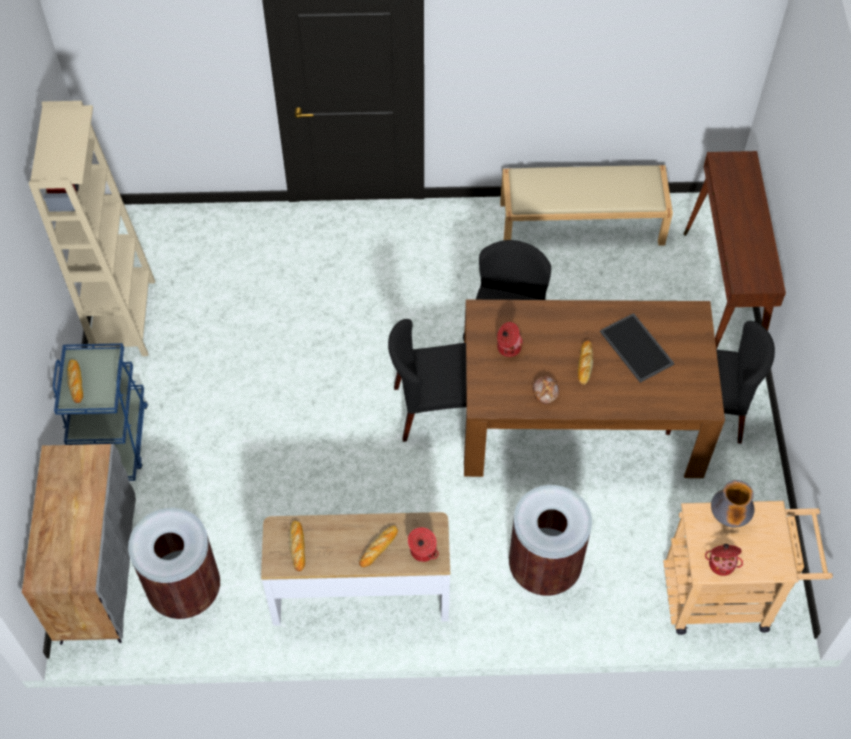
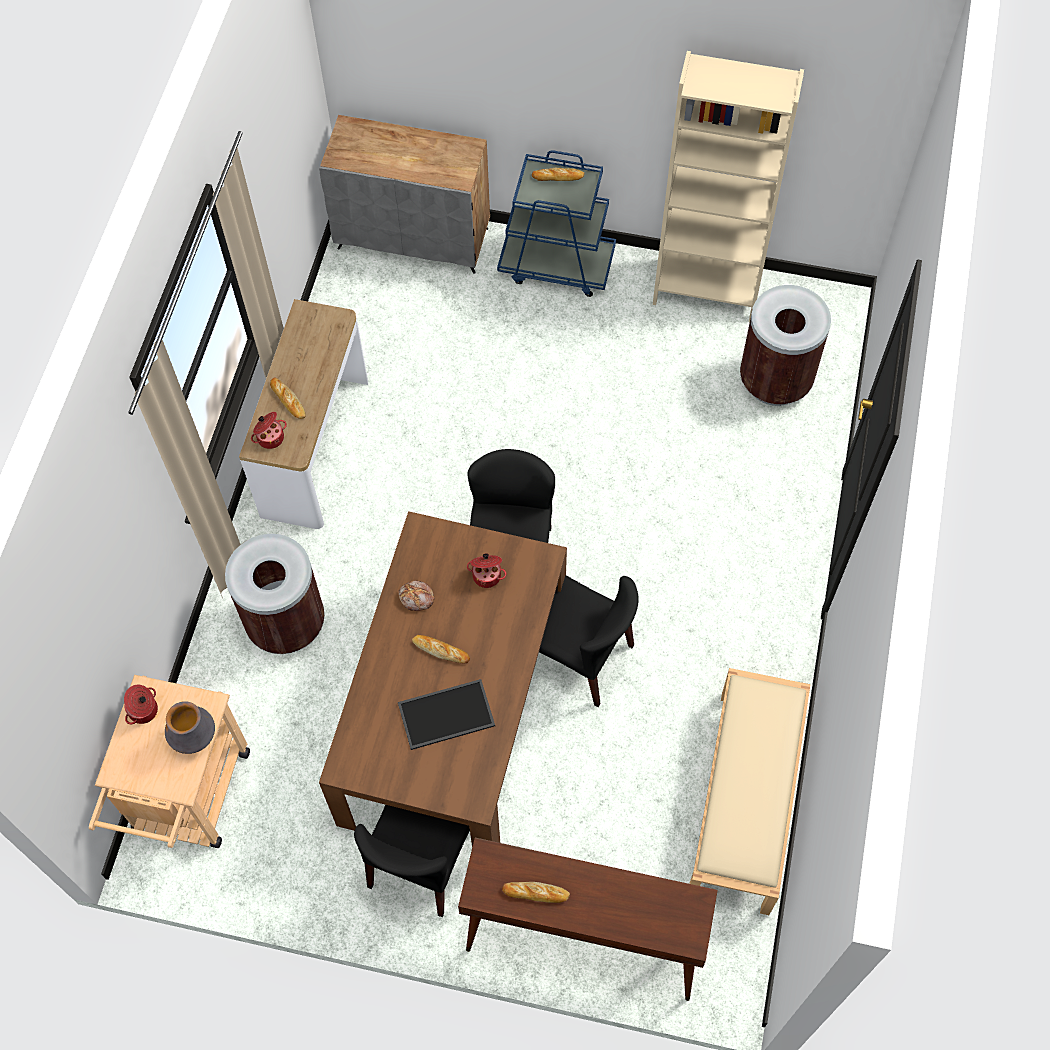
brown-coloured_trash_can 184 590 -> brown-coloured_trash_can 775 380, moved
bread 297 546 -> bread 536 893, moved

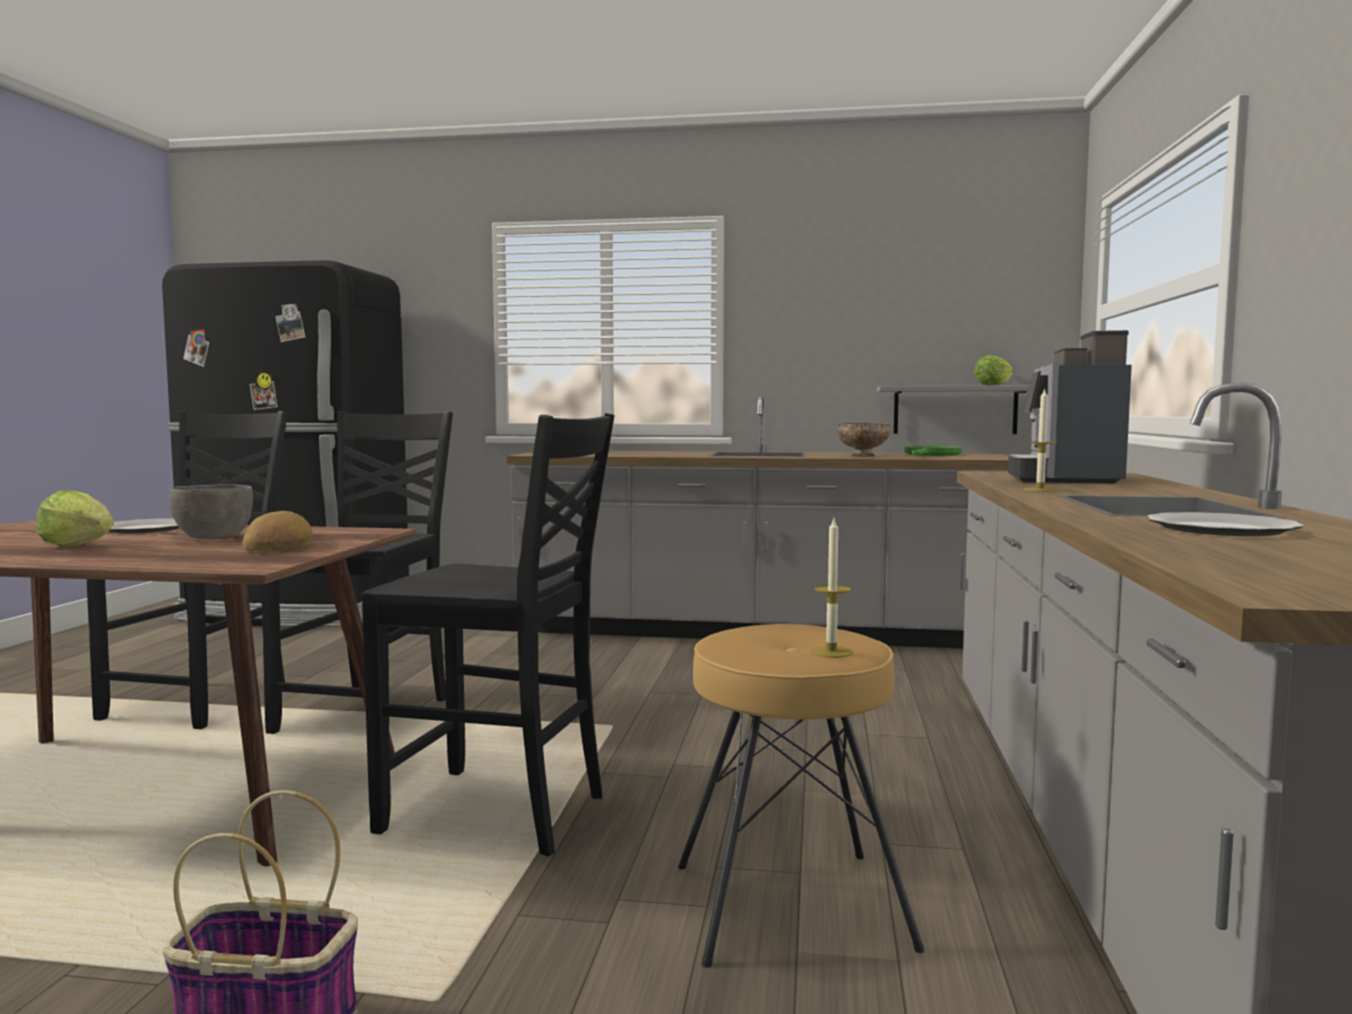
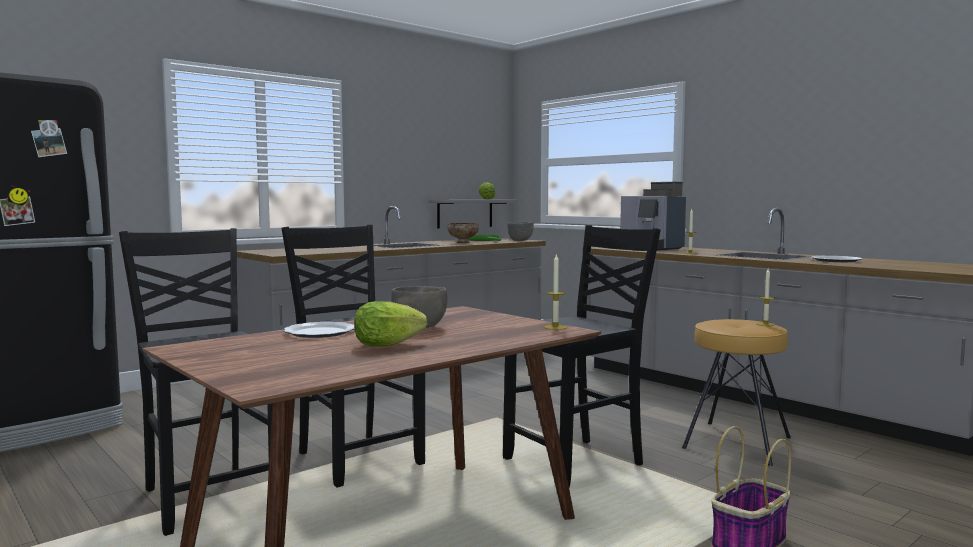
bread 278 546 -> none
none -> gray_bowl 520 240
none -> candle 555 327

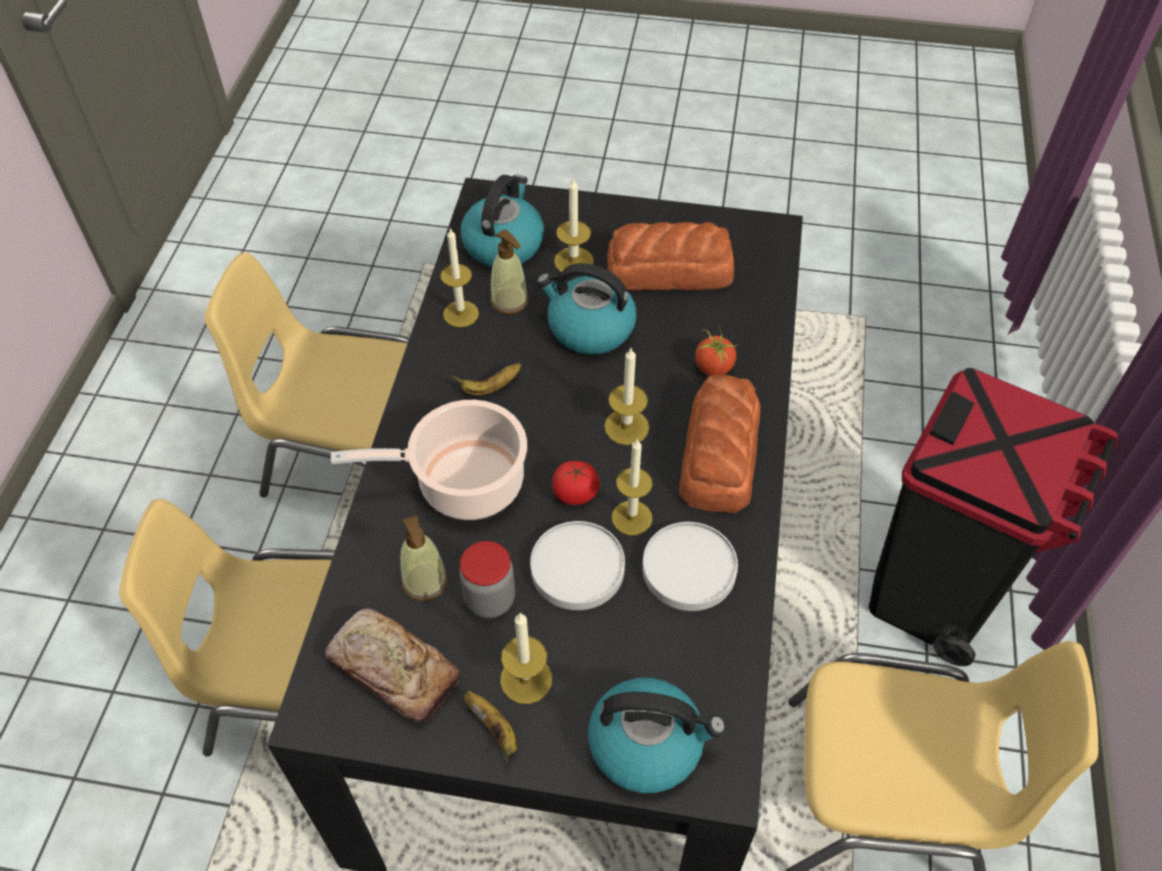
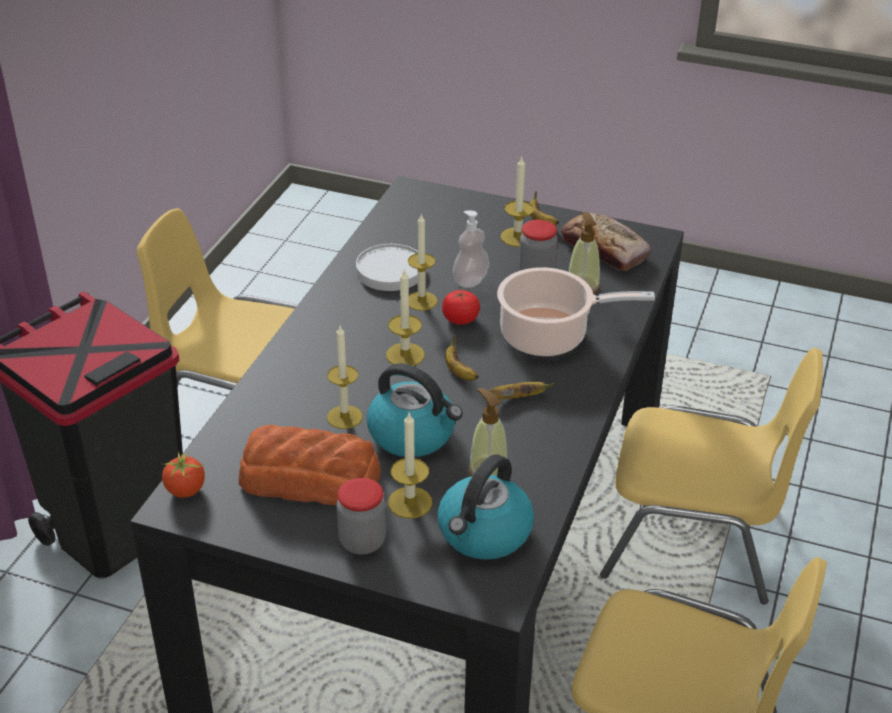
water_kettle 647 744 -> none
bread 719 454 -> none
none -> storage_jar 362 541
none -> banana_fruit 459 372
candle 461 314 -> candle 344 417, moved
tomato 713 367 -> tomato 186 490, moved
white-coloured_flat_dish 577 567 -> soap_bottle 470 281

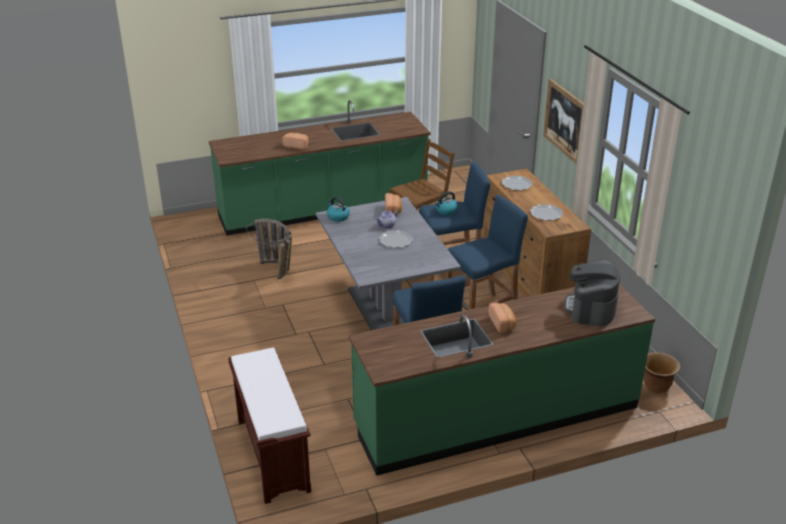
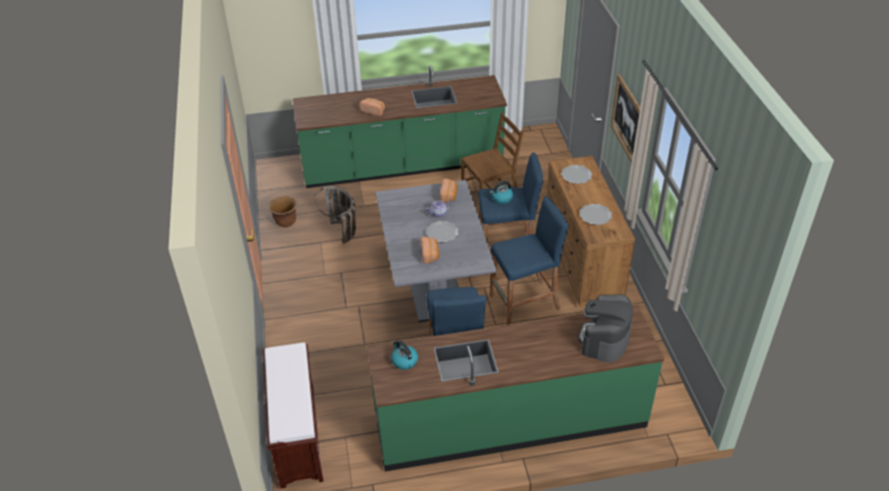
water_kettle 338 217 -> water_kettle 404 361, moved
bread 502 324 -> bread 430 255, moved
brown-coloured_planter 656 387 -> brown-coloured_planter 286 222, moved

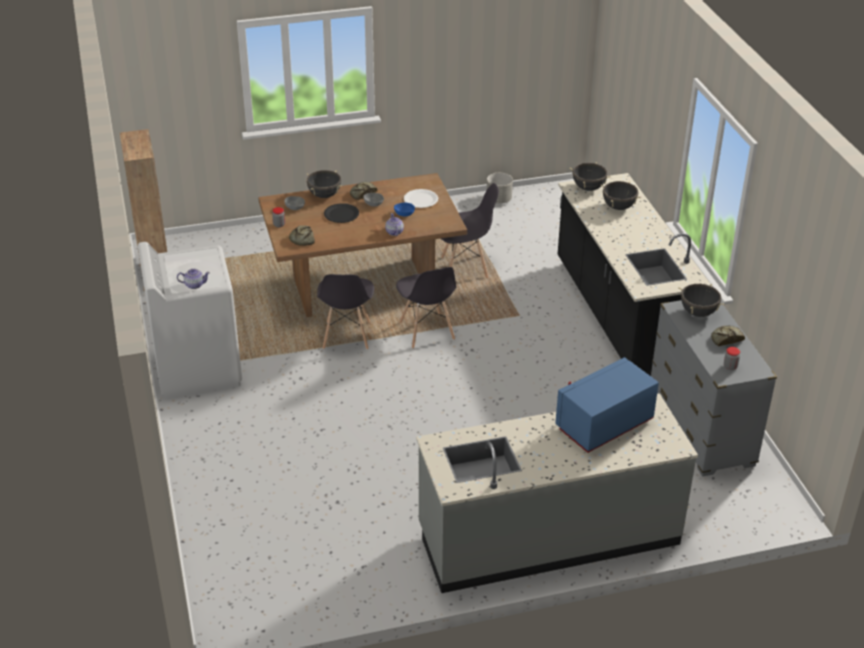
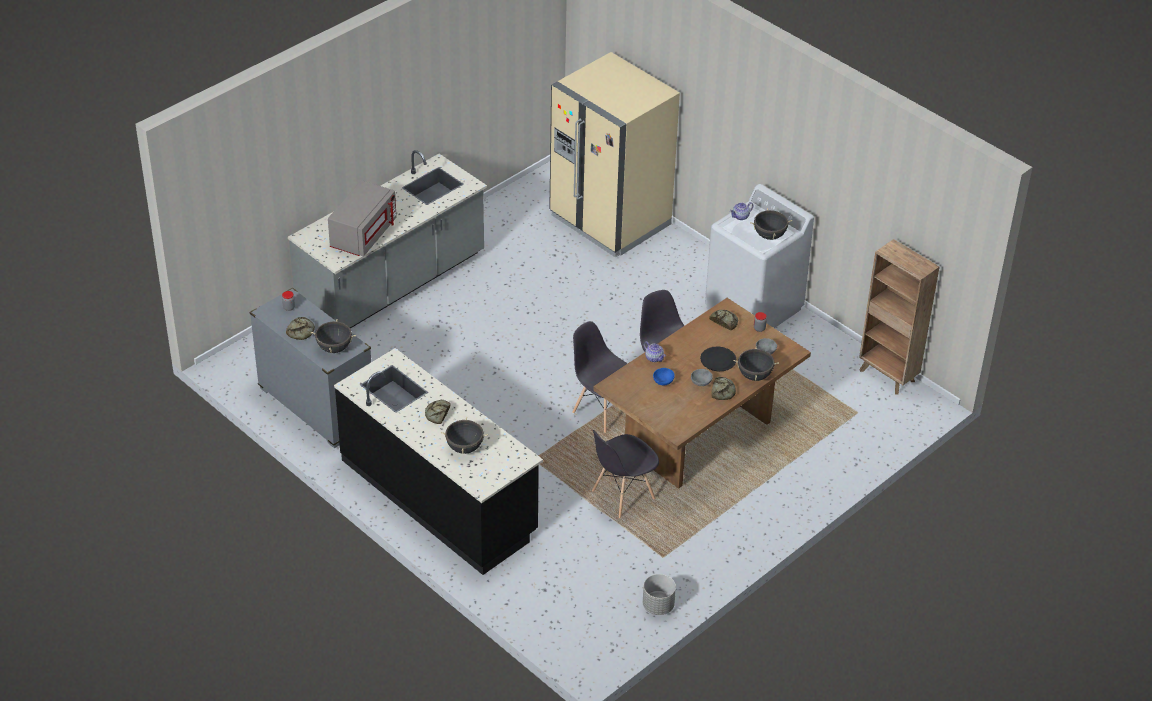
white-coloured_flat_dish 421 199 -> none
none -> bread 437 414
none -> sand-coloured_kitchen_fridge 610 220
black_saucepot 588 188 -> black_saucepot 769 235, moved
blue-coloured_microwave_oven 604 425 -> gray_microwave_oven 363 234

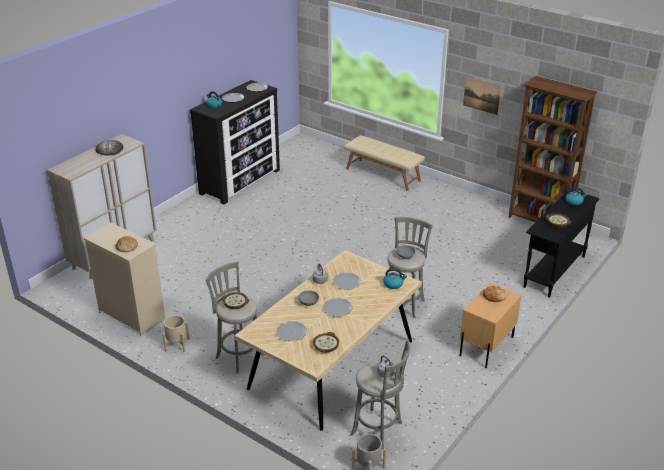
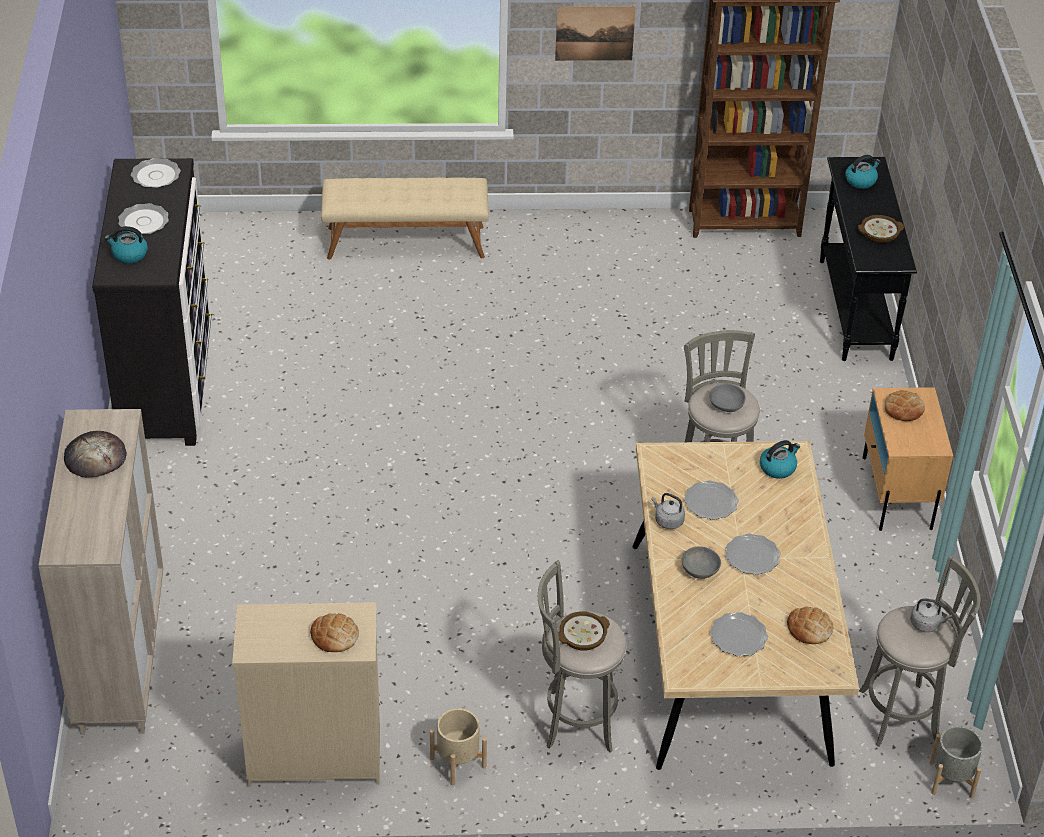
bowl 325 345 -> bread 809 629

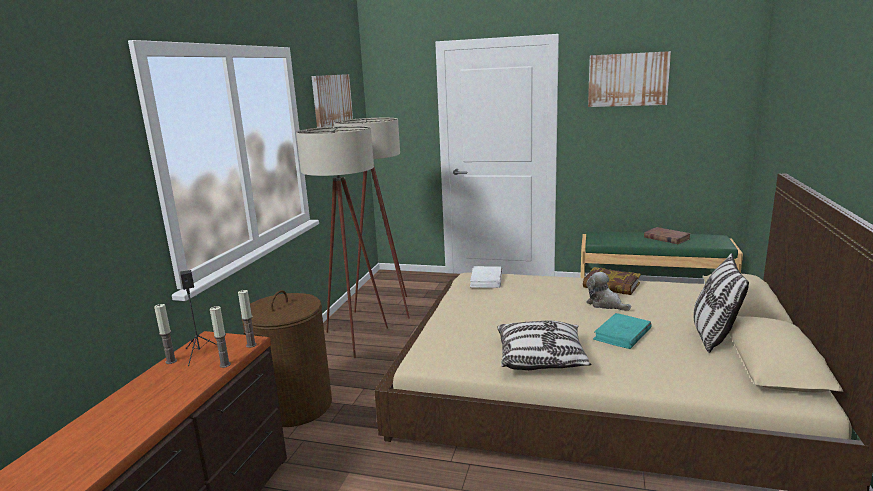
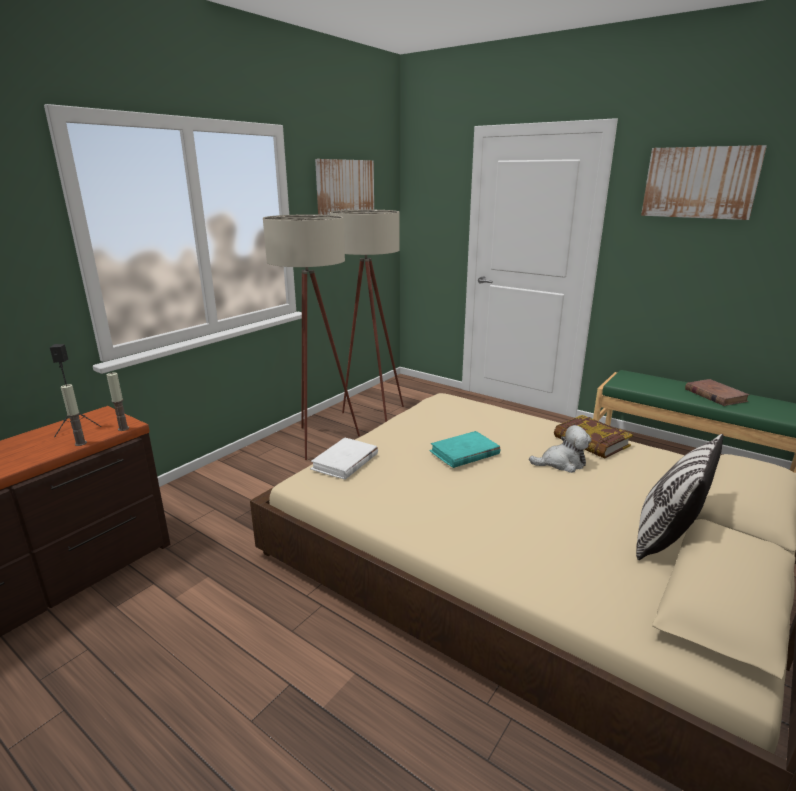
candle 171 361 -> none
brown-coloured_washing_basket 295 406 -> none
throw_pillow 541 359 -> none
white-coloured_book 486 280 -> white-coloured_book 345 462, moved
turquoise_book 622 334 -> turquoise_book 464 453, moved
cuddly_toy 605 304 -> cuddly_toy 561 463, 105 degrees clockwise

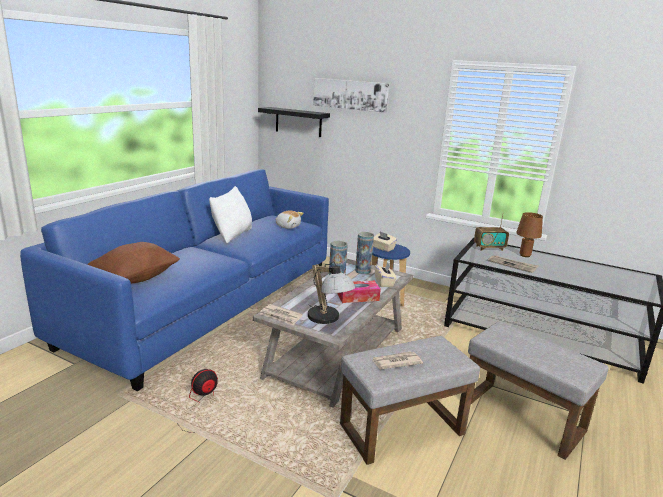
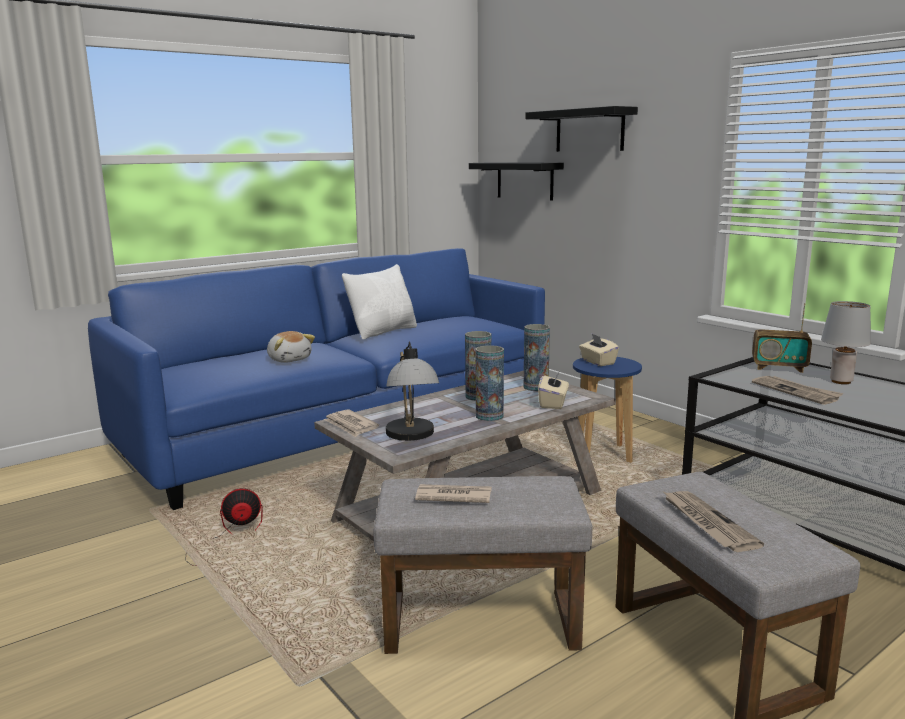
brown-coloured_throw_pillow 136 278 -> none
none -> newspaper 707 523
cuddly_toy 288 226 -> cuddly_toy 289 359, moved
wall_picture 350 94 -> black_shelf 589 130
tissue_holder 358 297 -> flower_vase 489 416
brown-coloured_tabletop_lamp 525 255 -> gray_tabletop_lamp 840 381

